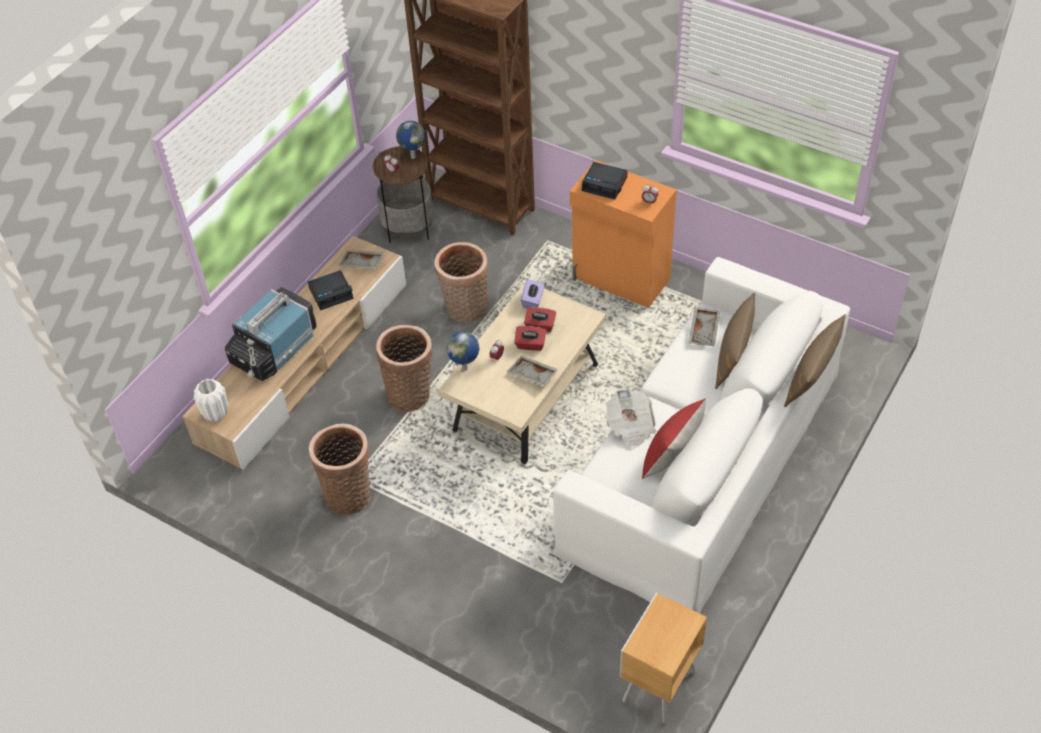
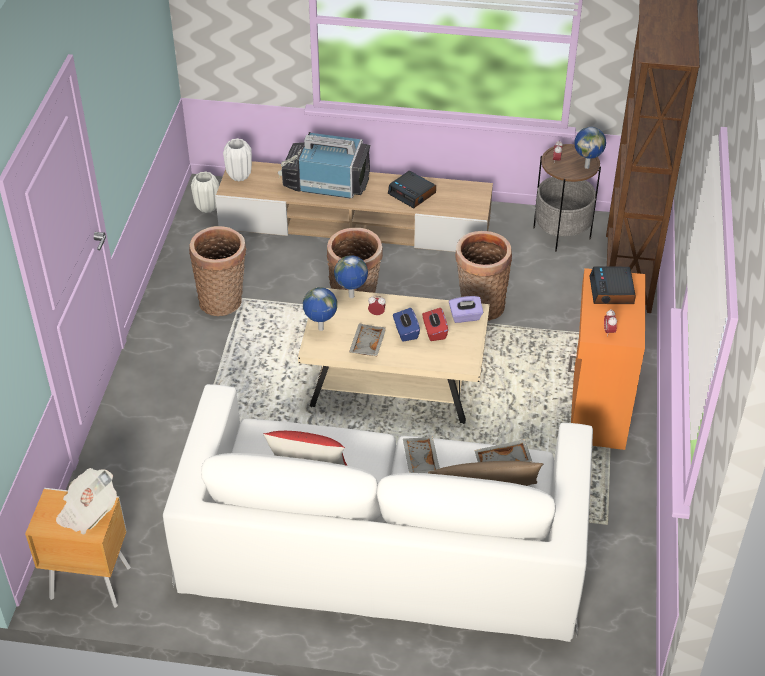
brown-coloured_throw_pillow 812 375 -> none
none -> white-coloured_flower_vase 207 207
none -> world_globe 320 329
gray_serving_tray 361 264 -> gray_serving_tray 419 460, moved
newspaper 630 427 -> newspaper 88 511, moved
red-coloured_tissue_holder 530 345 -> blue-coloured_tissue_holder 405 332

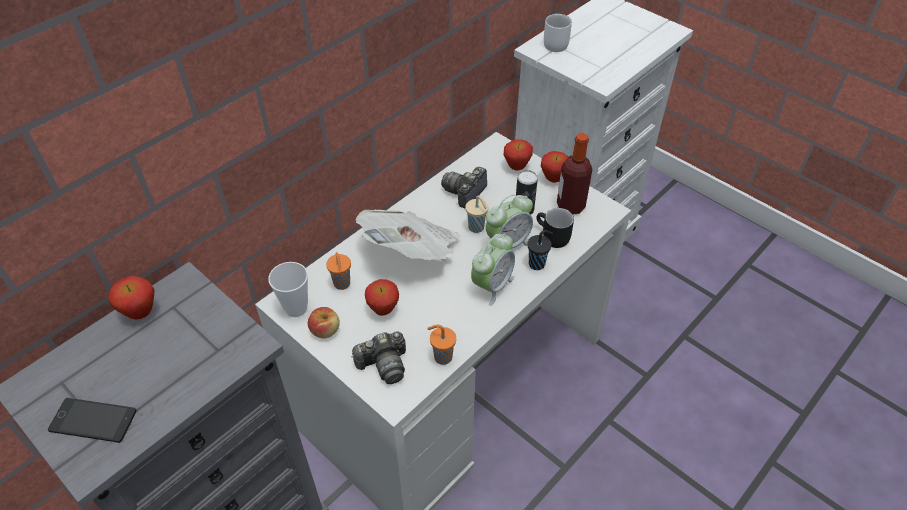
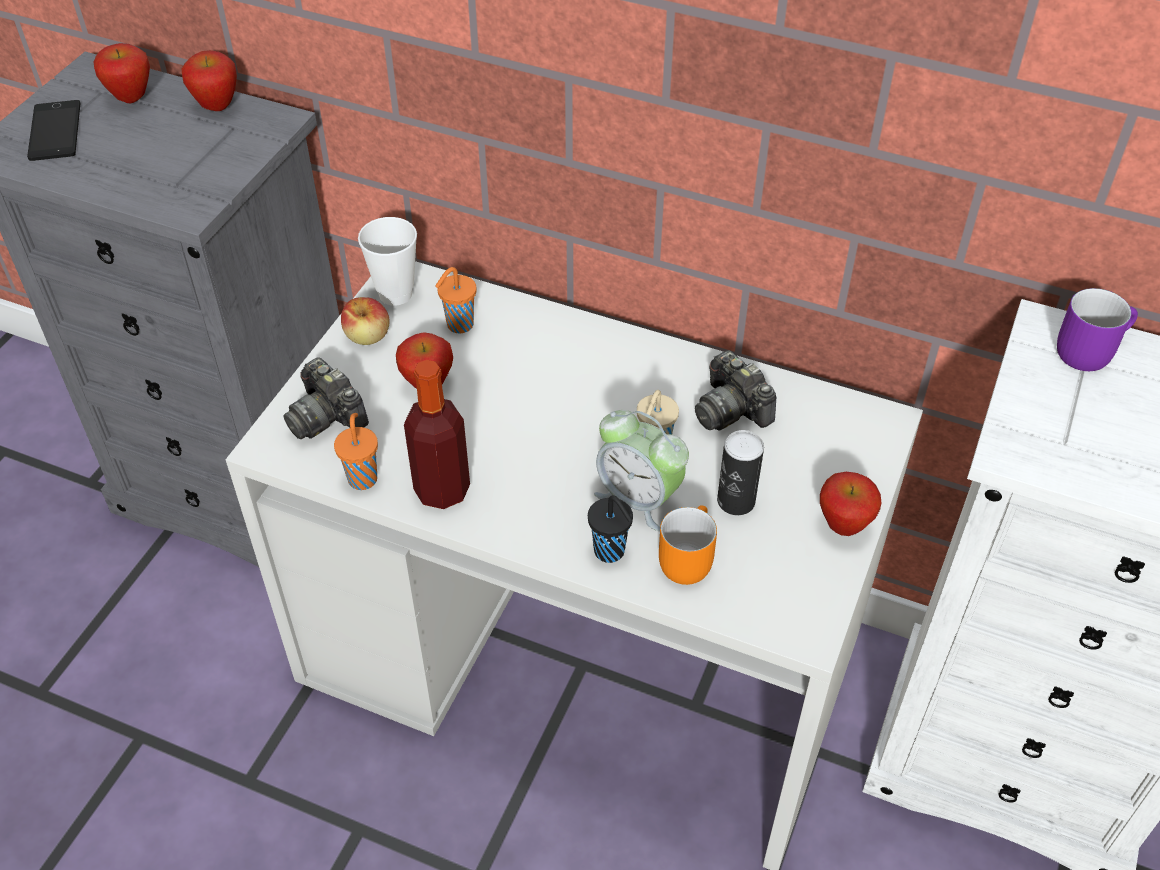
newspaper 412 251 -> none
table_clock 492 285 -> none
whole_apple 516 167 -> whole_apple 131 98, moved
bottle 570 206 -> bottle 442 490, moved
black_mug 551 238 -> orangey_mug 684 557
white-coloured_mug 553 43 -> purple_mug 1087 349
photo_camera 465 193 -> photo_camera 731 409, 135 degrees counterclockwise

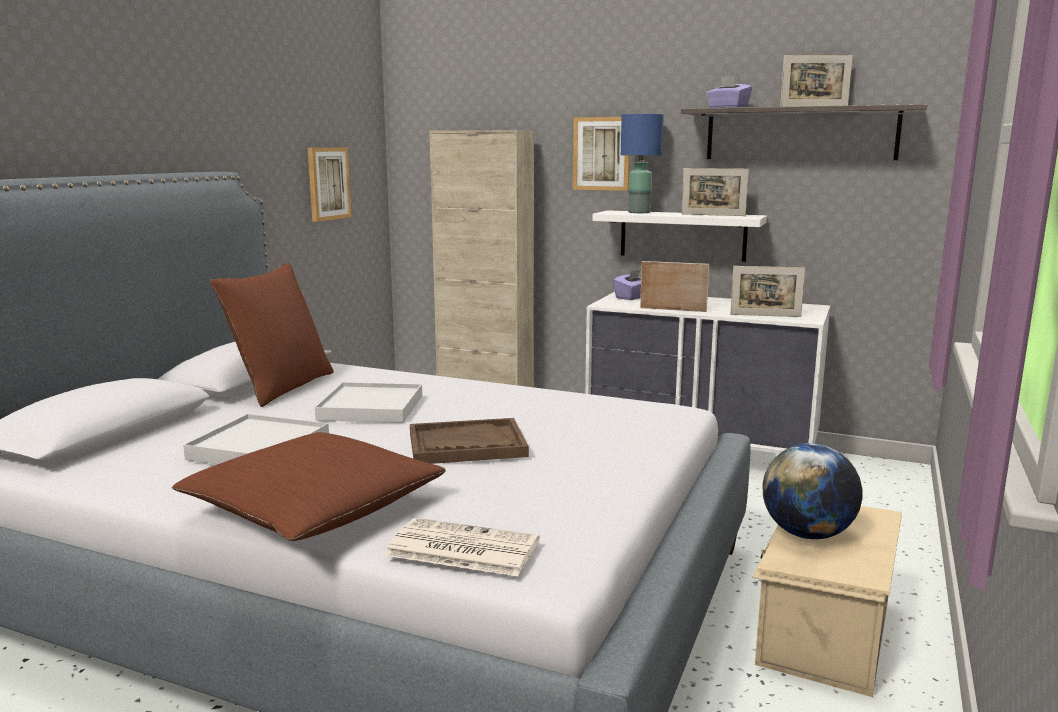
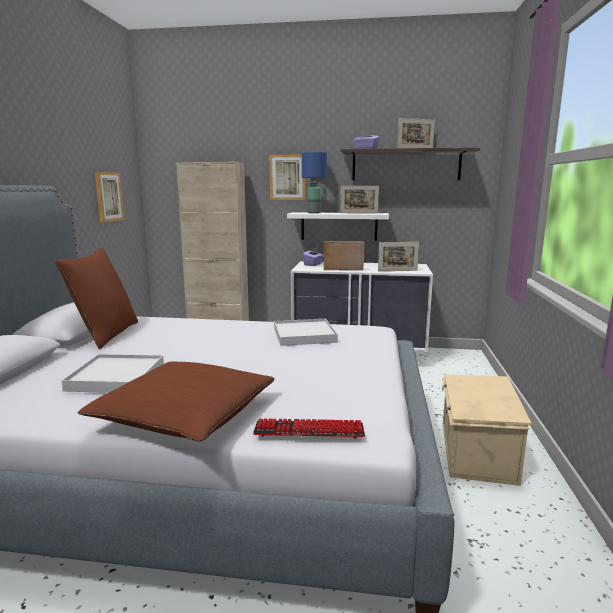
brown-coloured_serving_tray 466 445 -> none
world_globe 807 534 -> none
white-coloured_serving_tray 371 408 -> white-coloured_serving_tray 304 335, moved
newspaper 460 548 -> PC_keyboard 309 430

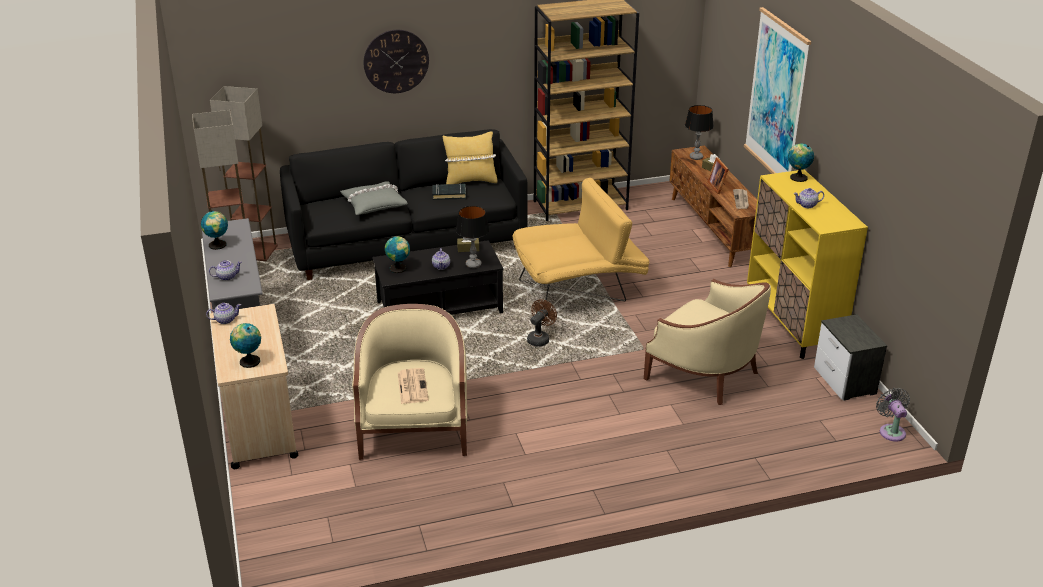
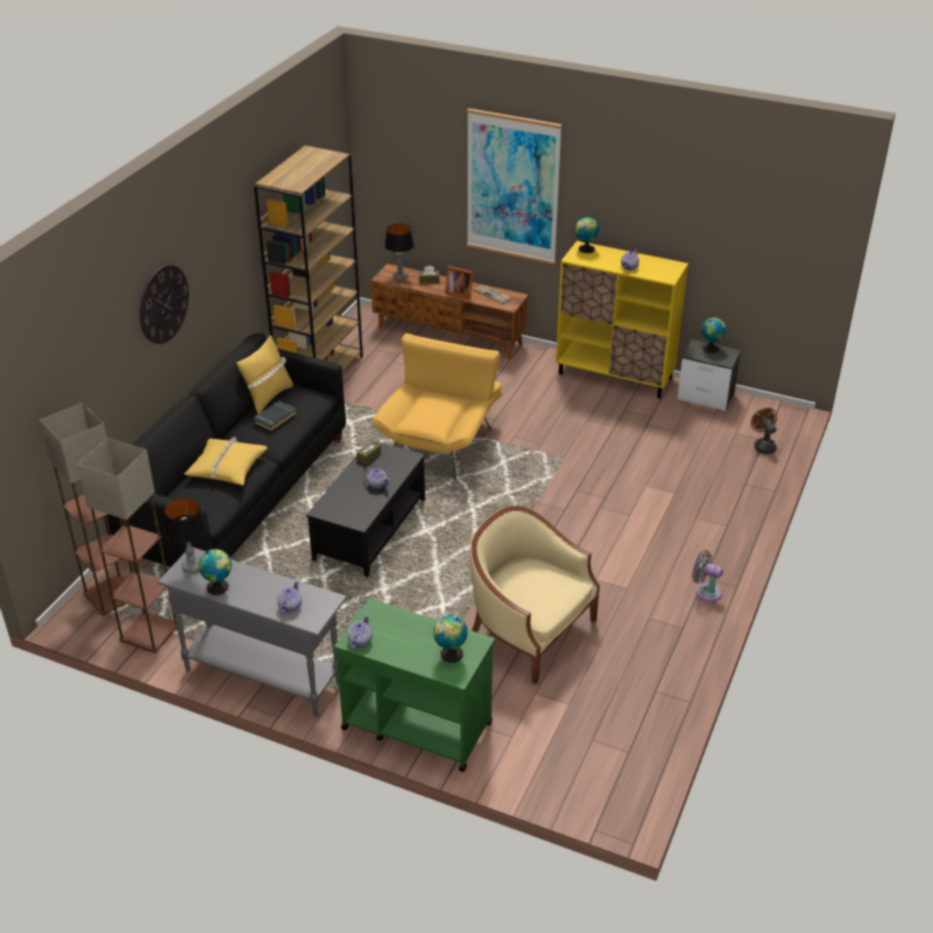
newspaper 412 386 -> none
sand-coloured_easy_chair 704 373 -> none
world_globe 399 269 -> world_globe 711 348, moved
tabletop_lamp 473 264 -> tabletop_lamp 192 567, moved
brown-coloured_electric_fan 540 338 -> brown-coloured_electric_fan 762 445, moved
gray_electric_fan 891 431 -> gray_electric_fan 705 591, moved
sand-coloured_cart 259 425 -> green_cart 416 725
gray_throw_pillow 373 204 -> yellow_throw_pillow 227 467

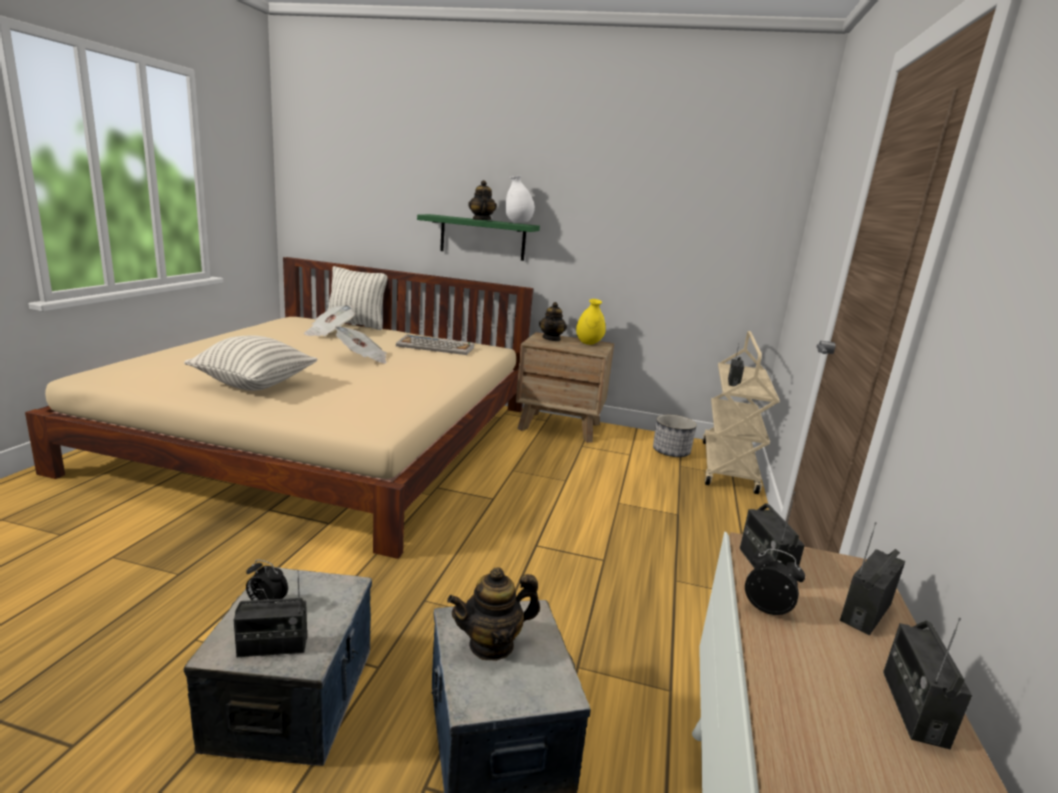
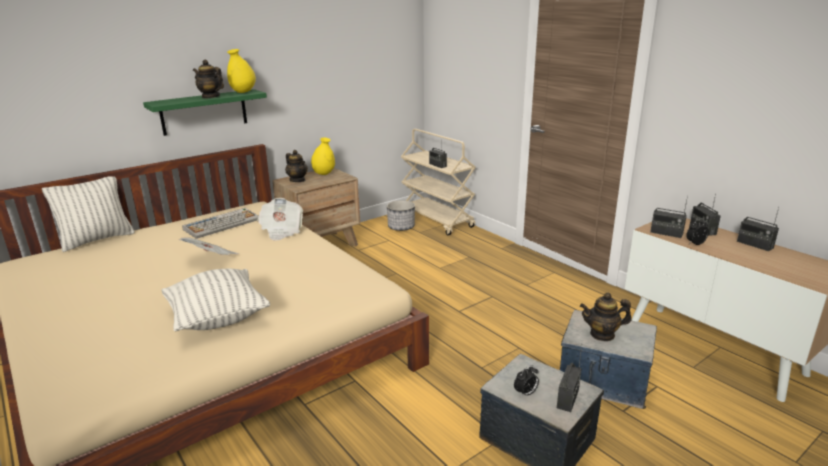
newspaper 329 333 -> newspaper 281 231, moved
white-coloured_flower_vase 518 223 -> yellow_flower_vase 243 92
tea_pot 491 645 -> tea_pot 602 334, 75 degrees clockwise

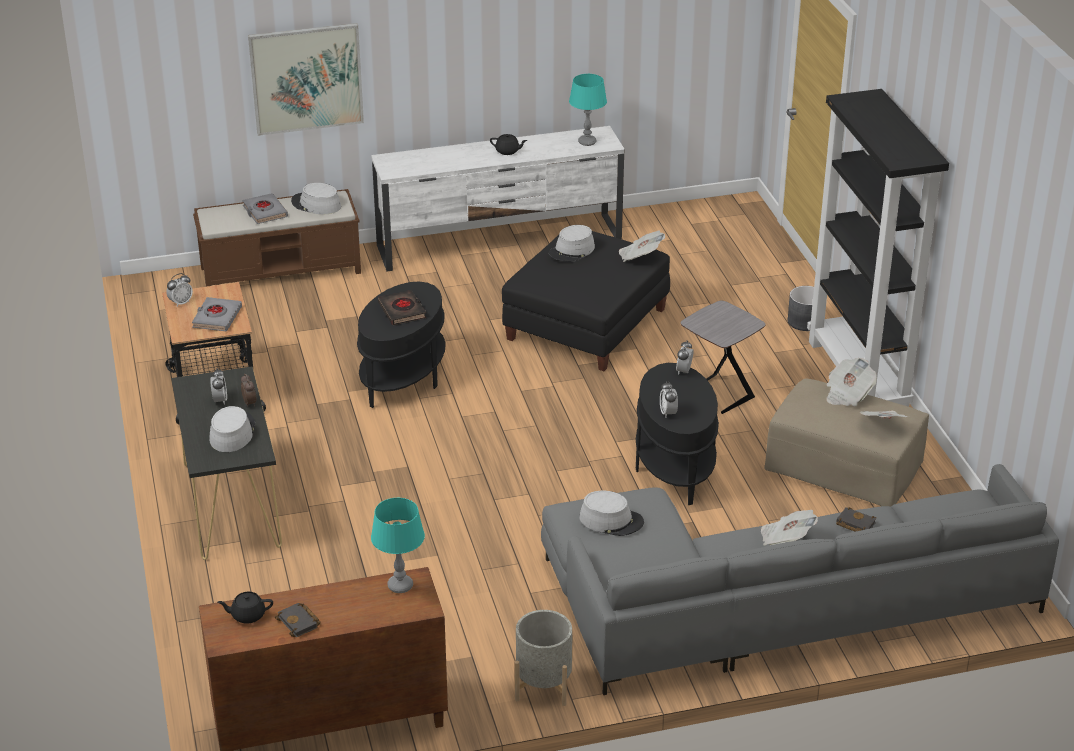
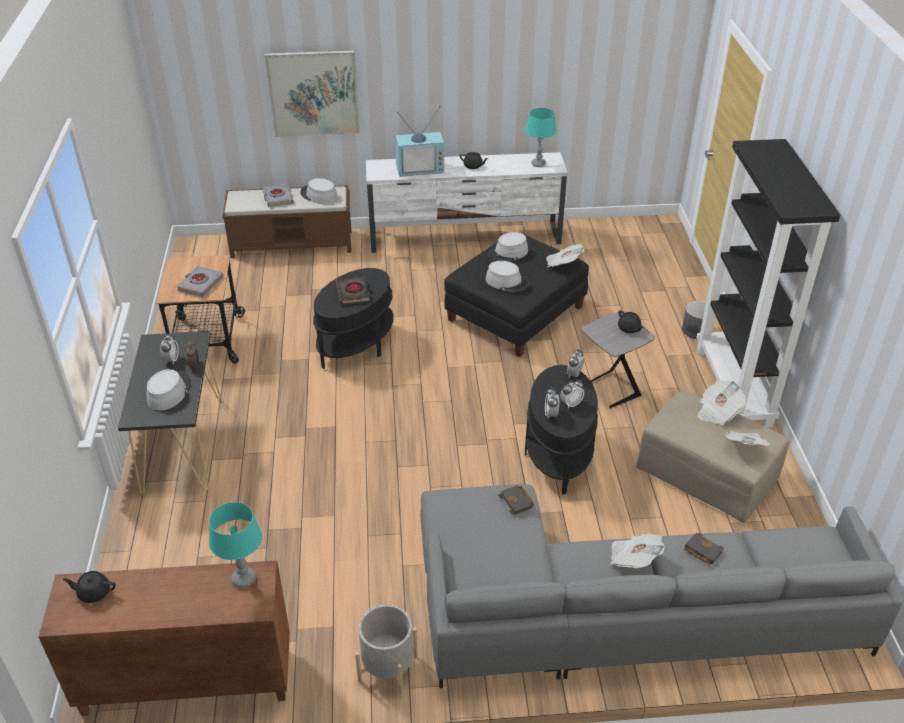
none -> TV_set 420 167
none -> black_tea_pot 629 328
table_clock 180 303 -> table_clock 571 404, moved
black_book 300 622 -> black_book 517 502, moved
gray_clothing_hat 611 520 -> gray_clothing_hat 507 282, moved

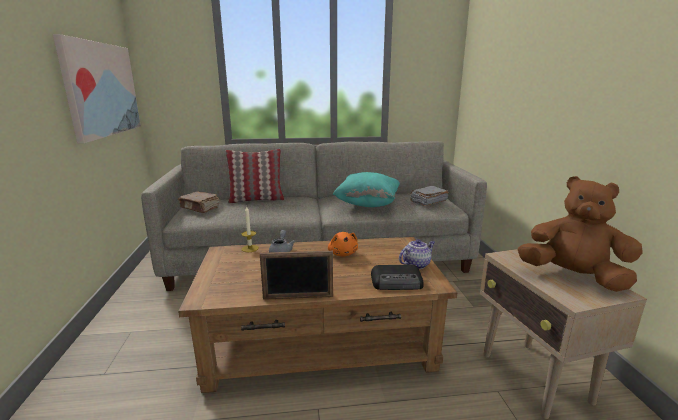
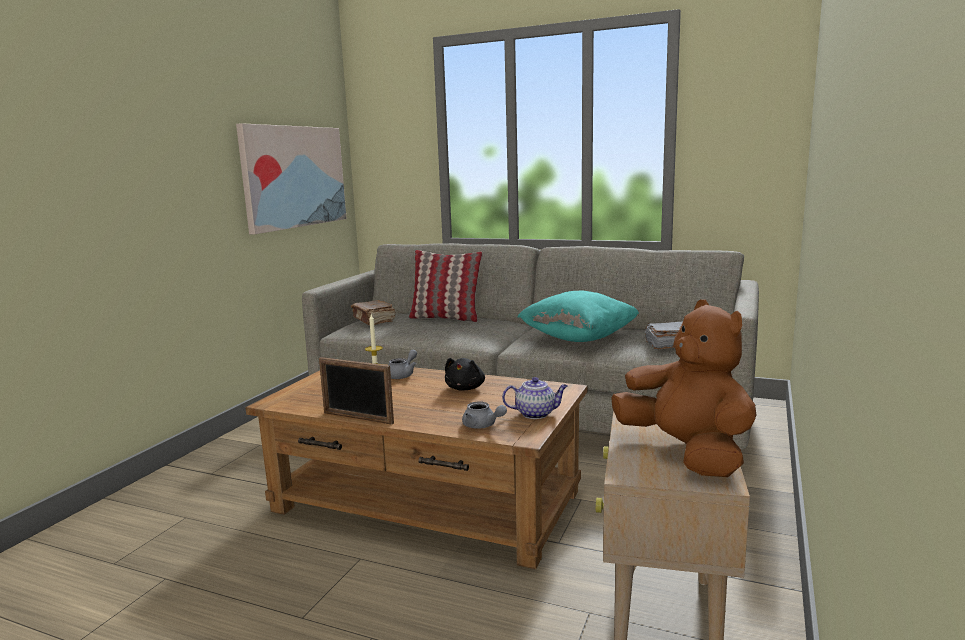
radio_receiver 397 282 -> gray_tea_pot 482 426
orangey_cuddly_toy 342 253 -> black_cuddly_toy 465 388

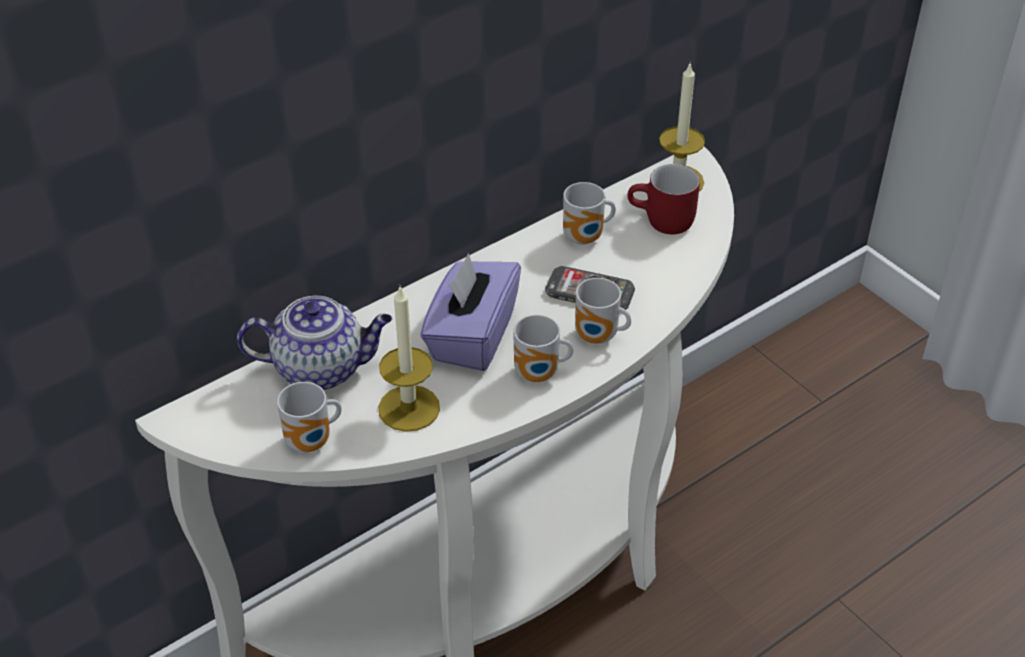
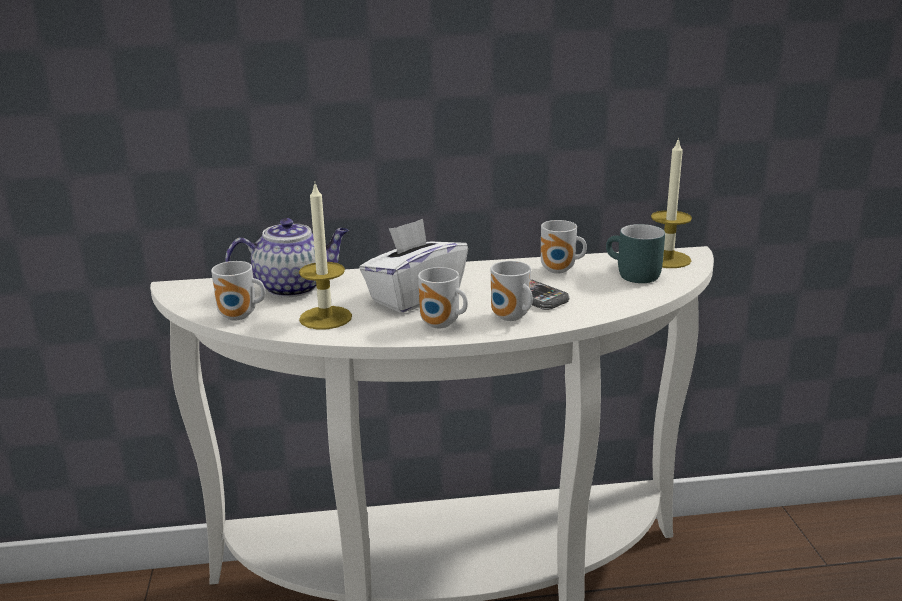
purple_tissue_holder 471 337 -> white-coloured_tissue_holder 414 296
red-coloured_mug 662 222 -> turquoise_mug 631 275
tea_pot 322 368 -> tea_pot 293 287, 45 degrees counterclockwise

